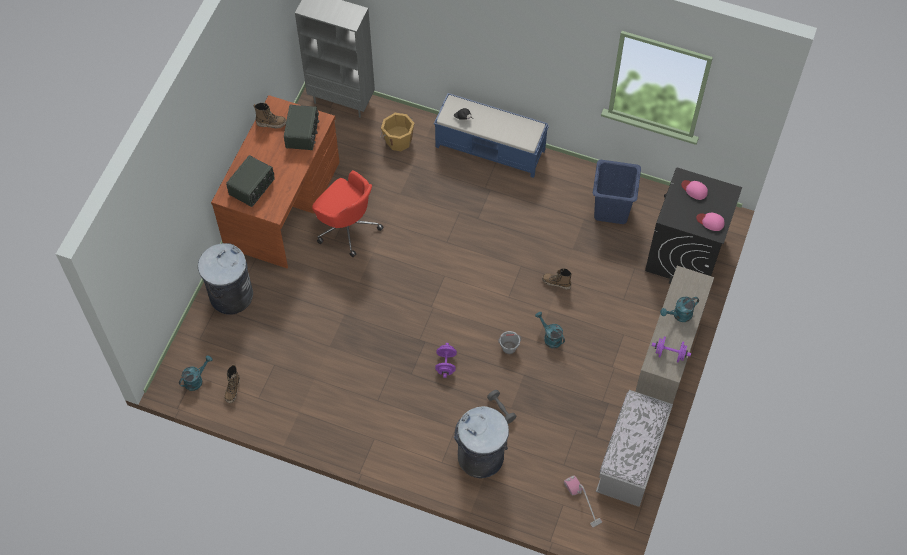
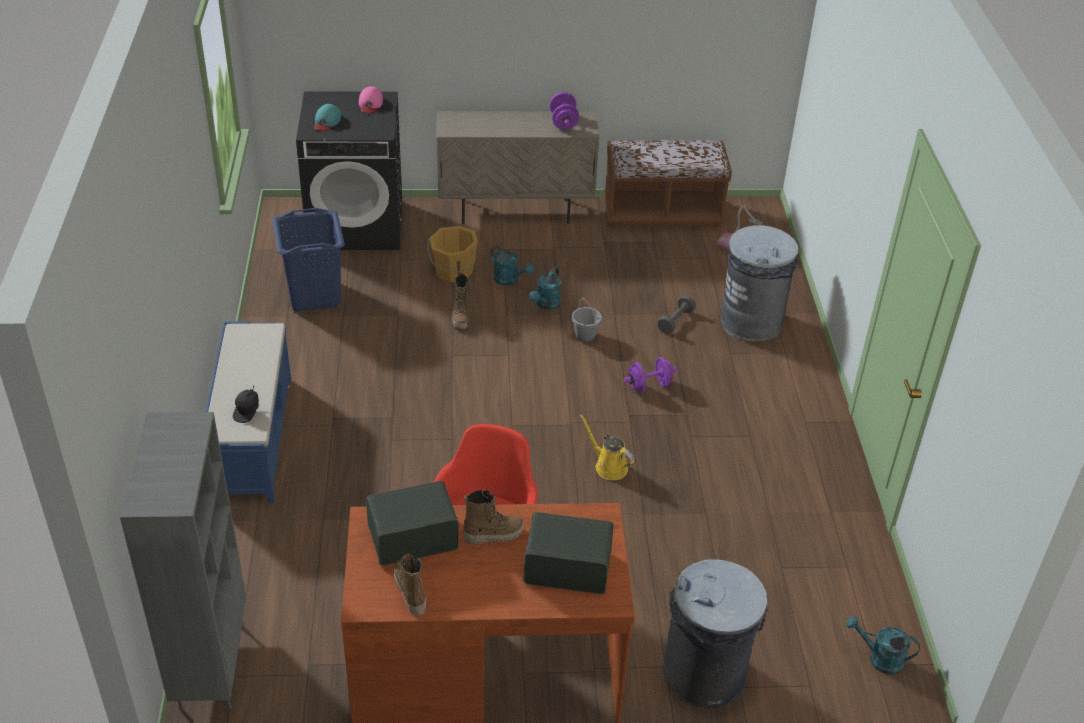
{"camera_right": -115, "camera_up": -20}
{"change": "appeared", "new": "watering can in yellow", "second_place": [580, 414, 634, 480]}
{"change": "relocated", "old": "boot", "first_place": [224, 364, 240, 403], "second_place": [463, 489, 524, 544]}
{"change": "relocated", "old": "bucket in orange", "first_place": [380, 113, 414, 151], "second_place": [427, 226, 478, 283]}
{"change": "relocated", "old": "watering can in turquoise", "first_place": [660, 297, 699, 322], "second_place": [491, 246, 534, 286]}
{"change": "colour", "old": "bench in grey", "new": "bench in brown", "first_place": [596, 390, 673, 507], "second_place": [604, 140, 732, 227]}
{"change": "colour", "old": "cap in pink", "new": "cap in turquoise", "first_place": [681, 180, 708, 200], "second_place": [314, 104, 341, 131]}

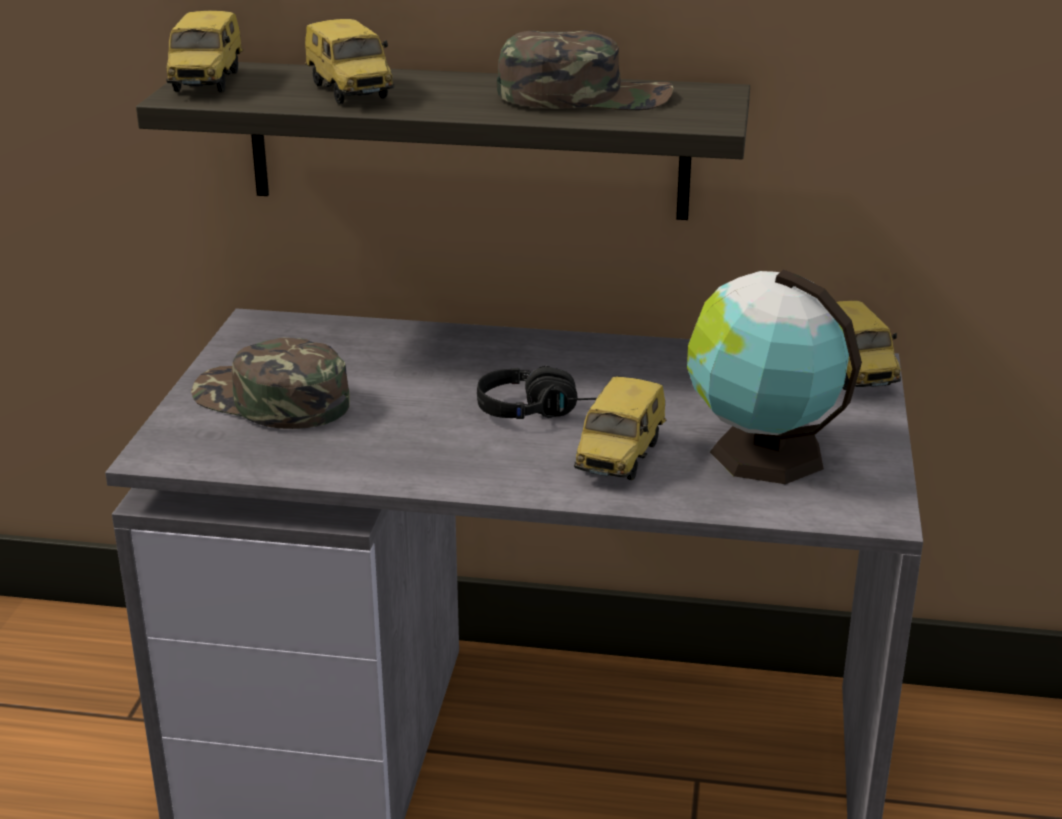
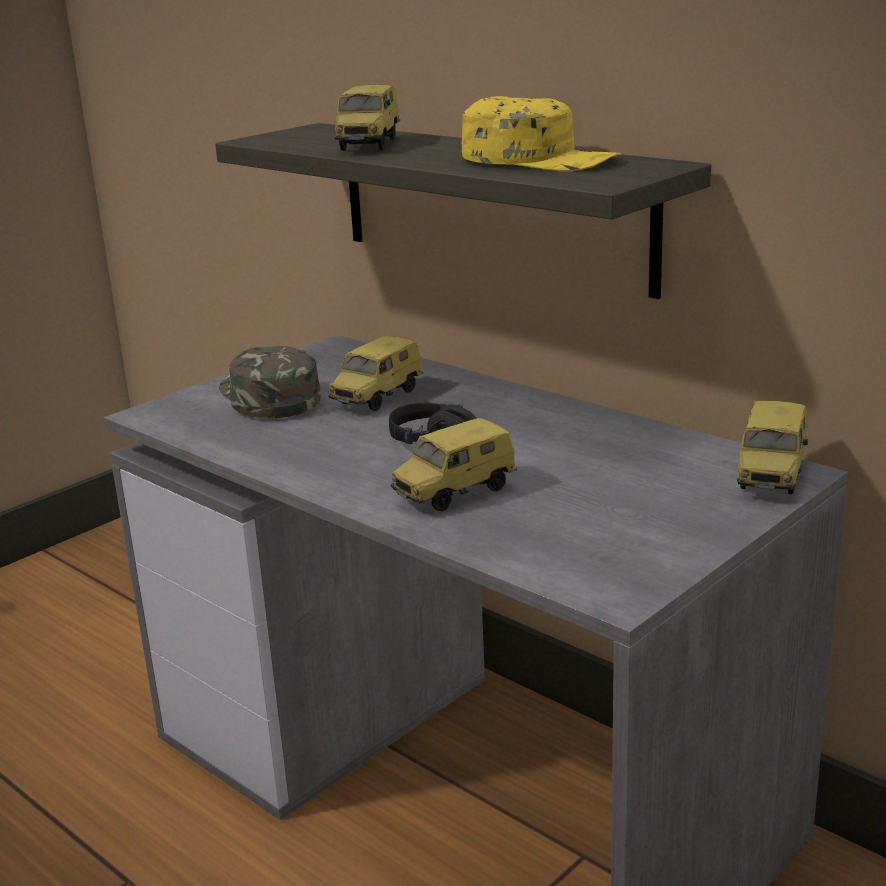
{"camera_right": 35, "camera_up": -5}
{"change": "missing", "old": "globe", "first_place": [687, 270, 862, 484]}
{"change": "relocated", "old": "toy car", "first_place": [166, 10, 243, 93], "second_place": [328, 336, 423, 411]}
{"change": "colour", "old": "cap in green", "new": "cap in yellow", "first_place": [497, 30, 674, 110], "second_place": [461, 96, 622, 171]}

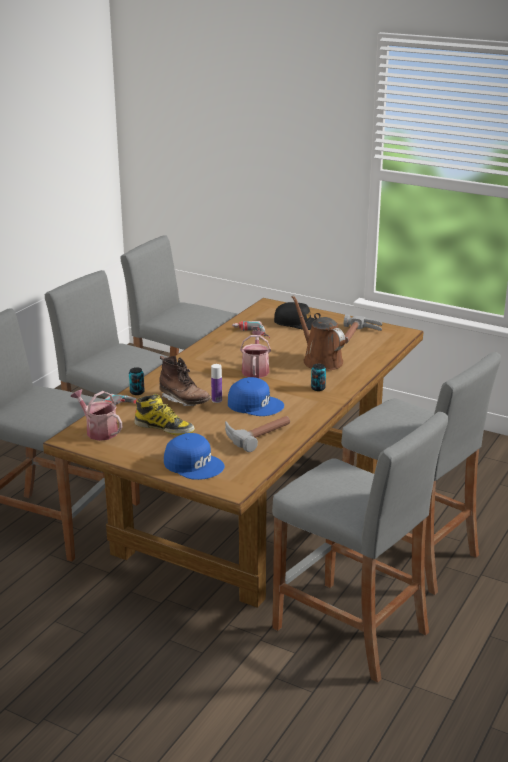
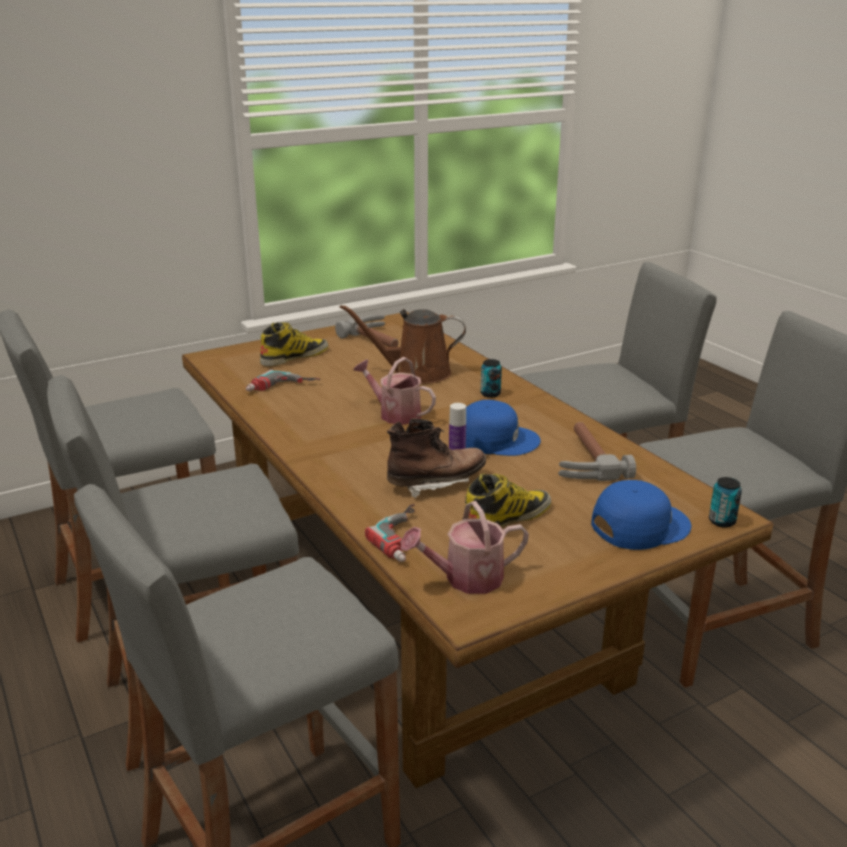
{"camera_right": -60, "camera_up": 0}
{"change": "relocated", "old": "can", "first_place": [129, 367, 145, 395], "second_place": [709, 477, 742, 527]}
{"change": "exchanged", "old": "cap in black", "new": "boot", "first_place": [274, 302, 316, 330], "second_place": [260, 322, 328, 366]}
{"change": "spun", "old": "cap in blue", "first_place": [228, 377, 284, 416], "second_place": [466, 400, 541, 456], "degrees": 45}

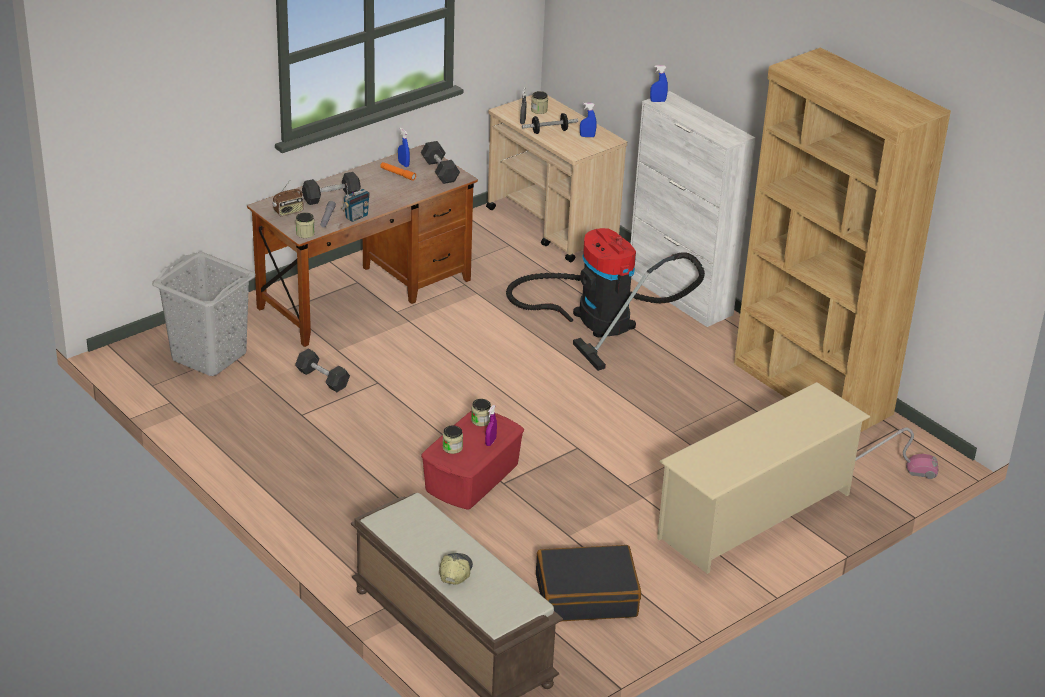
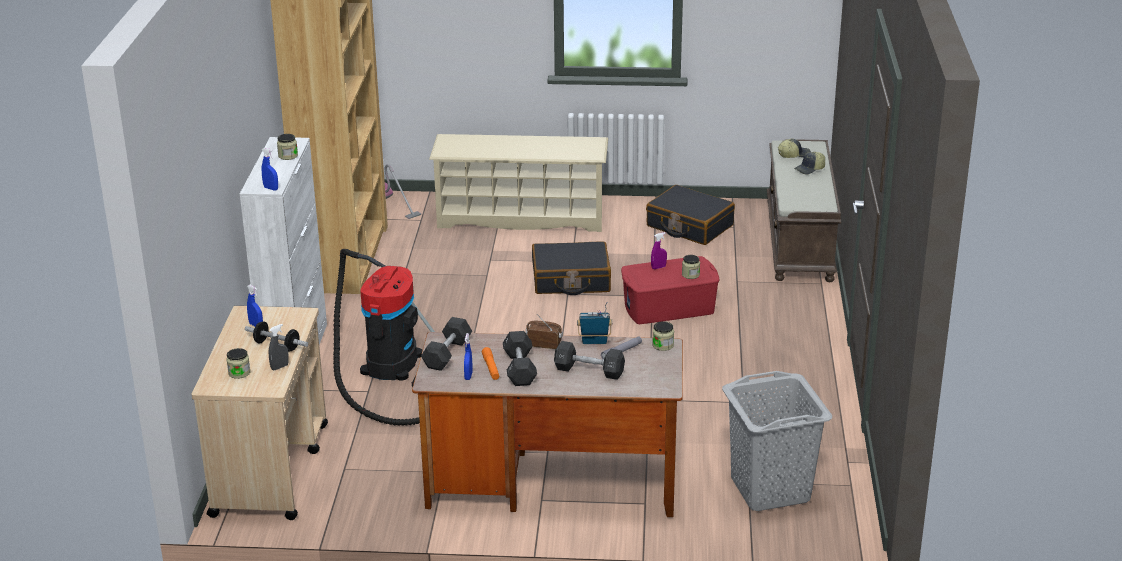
{"camera_right": -135, "camera_up": -5}
{"change": "appeared", "new": "suitcase in black", "second_place": [532, 241, 611, 295]}
{"change": "appeared", "new": "cap", "second_place": [778, 139, 811, 158]}
{"change": "relocated", "old": "radio", "first_place": [272, 181, 304, 216], "second_place": [526, 314, 563, 349]}
{"change": "relocated", "old": "dumbbell in black", "first_place": [295, 349, 350, 392], "second_place": [503, 331, 537, 386]}
{"change": "relocated", "old": "jar", "first_place": [471, 399, 491, 426], "second_place": [277, 134, 298, 160]}

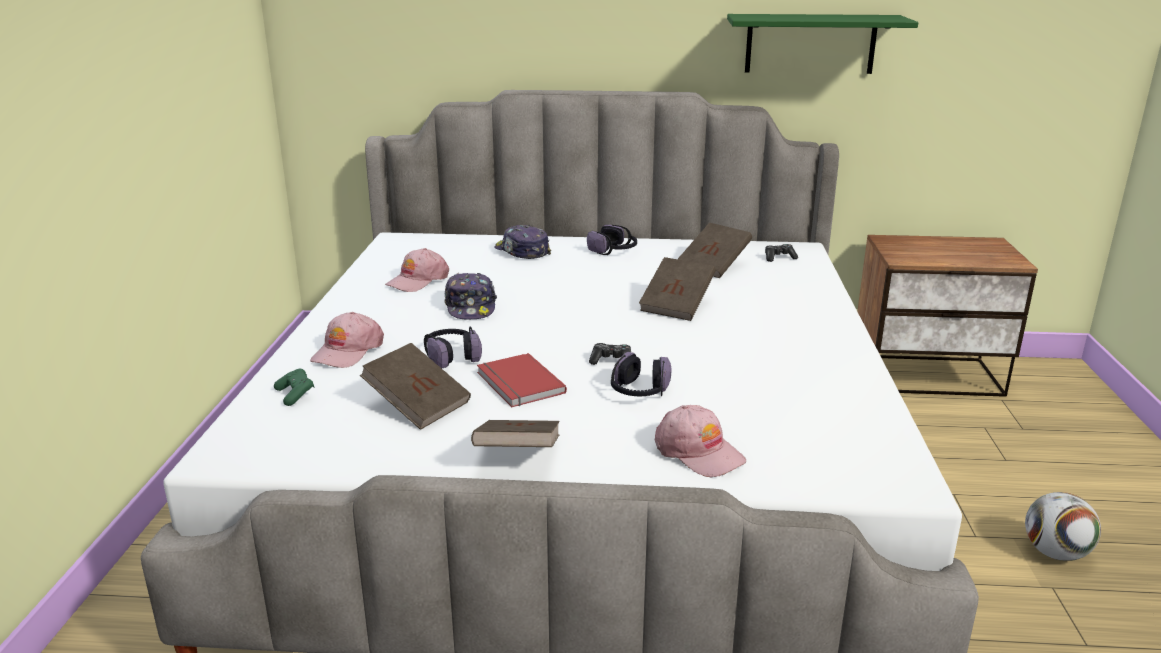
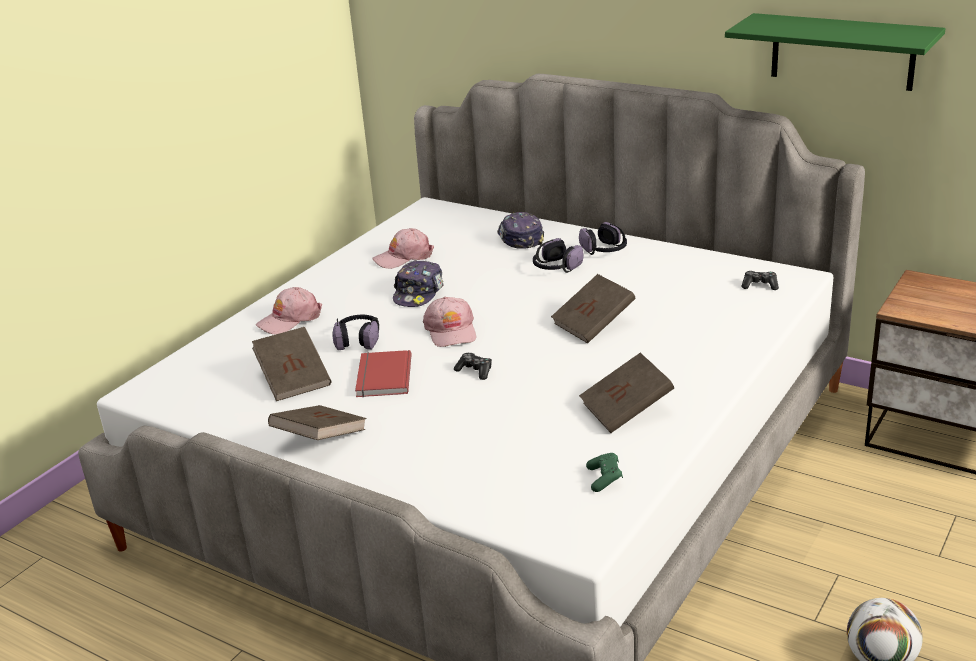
{"camera_right": 30, "camera_up": 5}
{"change": "relocated", "old": "game controller in green", "first_place": [274, 369, 315, 406], "second_place": [586, 453, 623, 492]}
{"change": "relocated", "old": "headphones", "first_place": [611, 352, 672, 396], "second_place": [533, 238, 583, 273]}
{"change": "relocated", "old": "cap in pink", "first_place": [655, 405, 746, 478], "second_place": [423, 297, 476, 347]}
{"change": "relocated", "old": "book in brown", "first_place": [678, 222, 752, 278], "second_place": [579, 353, 674, 433]}

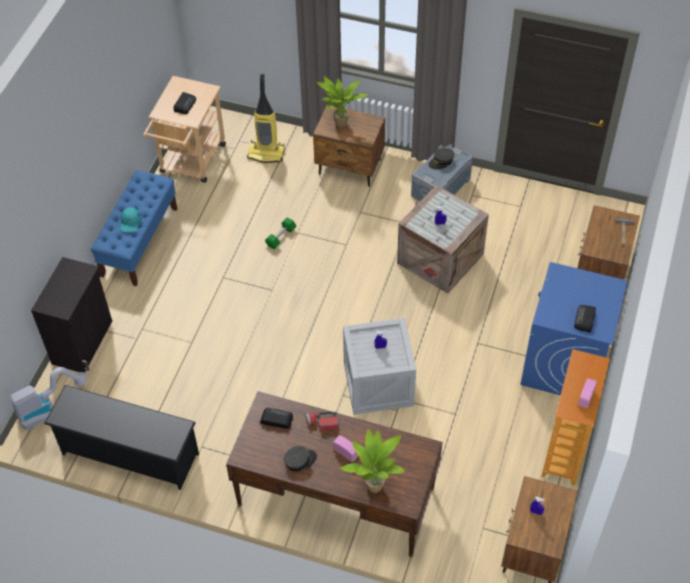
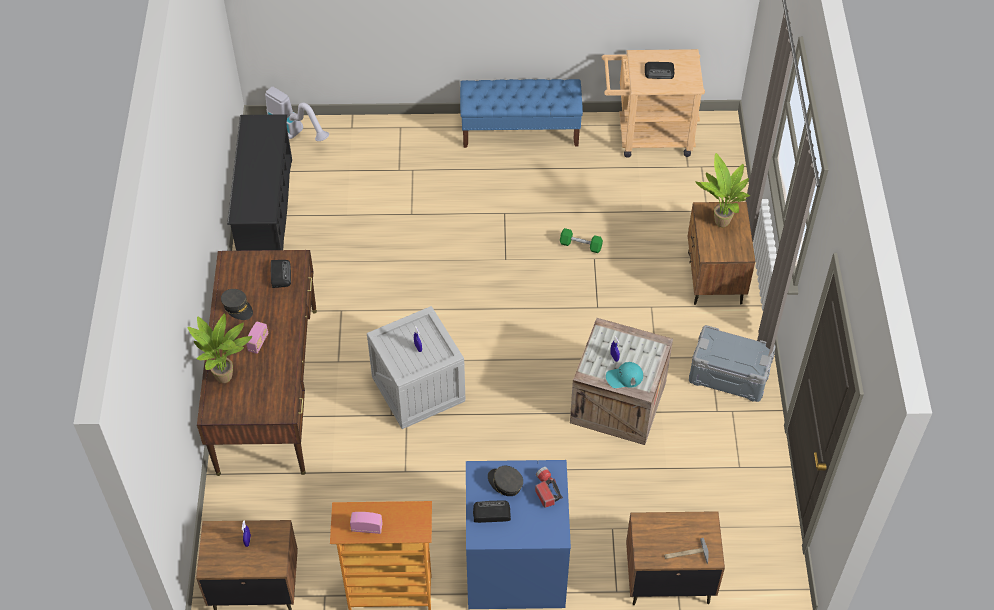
{"camera_right": 70, "camera_up": 0}
{"change": "missing", "old": "cabinet in black", "first_place": [31, 257, 112, 373]}
{"change": "missing", "old": "vacuum cleaner", "first_place": [247, 74, 285, 163]}
{"change": "relocated", "old": "cap in turquoise", "first_place": [120, 207, 142, 232], "second_place": [606, 362, 643, 388]}
{"change": "relocated", "old": "flashlight", "first_place": [306, 412, 338, 431], "second_place": [535, 467, 563, 508]}
{"change": "relocated", "old": "cap in grey", "first_place": [428, 148, 454, 169], "second_place": [488, 466, 523, 496]}

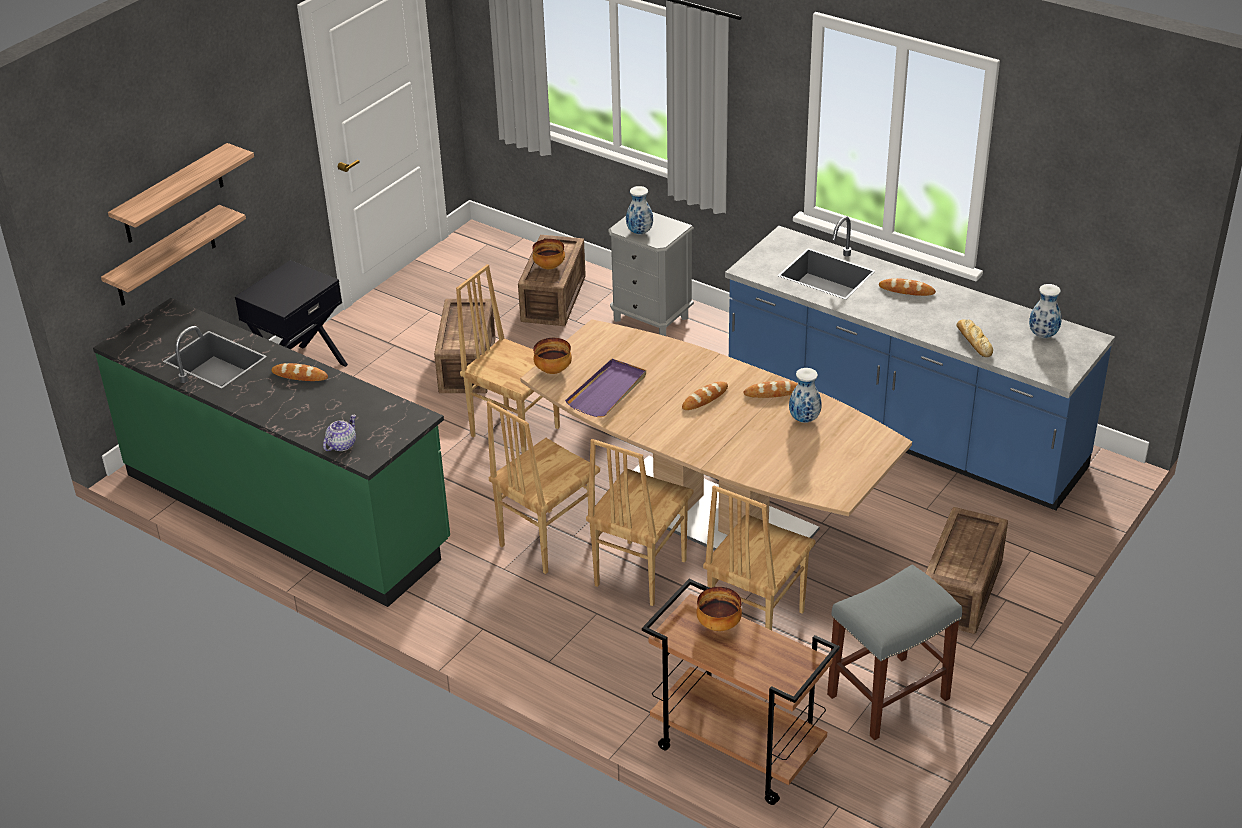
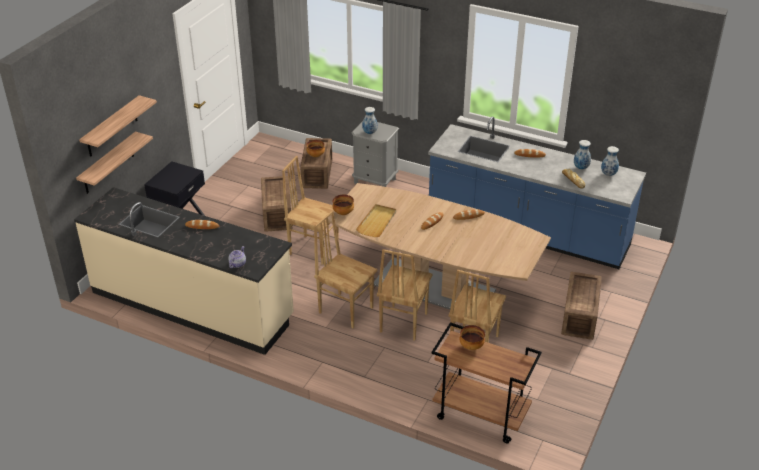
{"camera_right": -10, "camera_up": 0}
{"change": "missing", "old": "stool in grey", "first_place": [827, 564, 962, 740]}
{"change": "relocated", "old": "vase", "first_place": [789, 368, 821, 423], "second_place": [574, 140, 591, 170]}
{"change": "colour", "old": "counter in green", "new": "counter in beige", "first_place": [93, 298, 450, 607], "second_place": [74, 187, 294, 355]}
{"change": "colour", "old": "tray in purple", "new": "tray in beige", "first_place": [565, 359, 646, 417], "second_place": [356, 204, 396, 237]}
{"change": "spun", "old": "chair in brown", "first_place": [487, 401, 600, 574], "second_place": [314, 210, 377, 328], "degrees": 90}

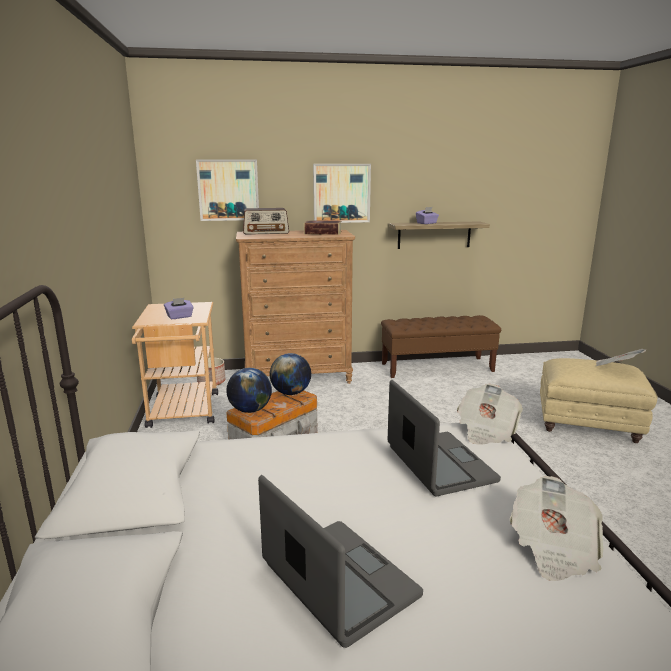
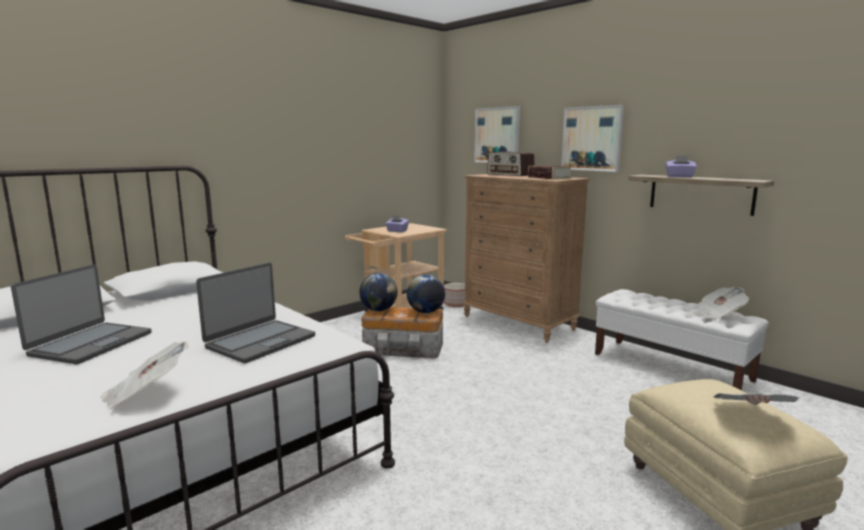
{"camera_right": 55, "camera_up": -5}
{"change": "relocated", "old": "newspaper", "first_place": [457, 384, 523, 445], "second_place": [692, 287, 749, 319]}
{"change": "colour", "old": "bench in brown", "new": "bench in white", "first_place": [381, 315, 501, 378], "second_place": [595, 289, 769, 390]}

